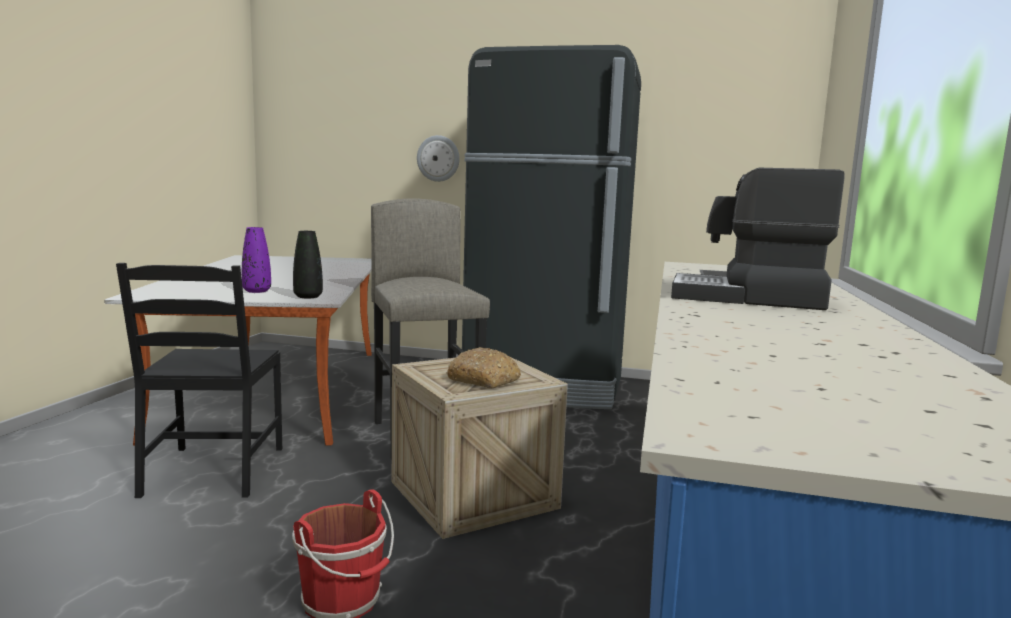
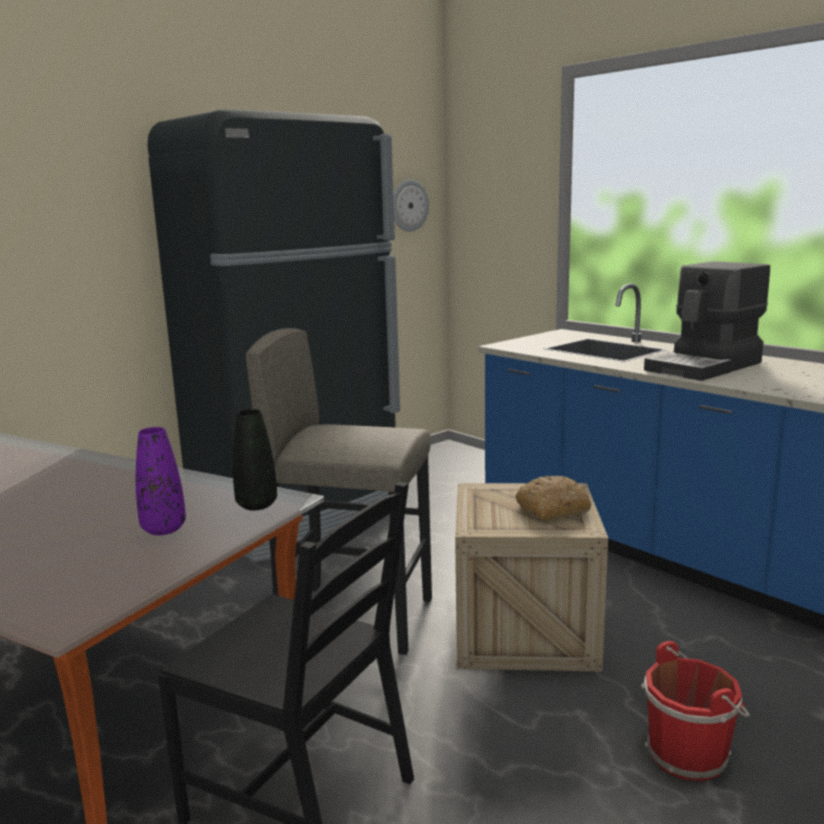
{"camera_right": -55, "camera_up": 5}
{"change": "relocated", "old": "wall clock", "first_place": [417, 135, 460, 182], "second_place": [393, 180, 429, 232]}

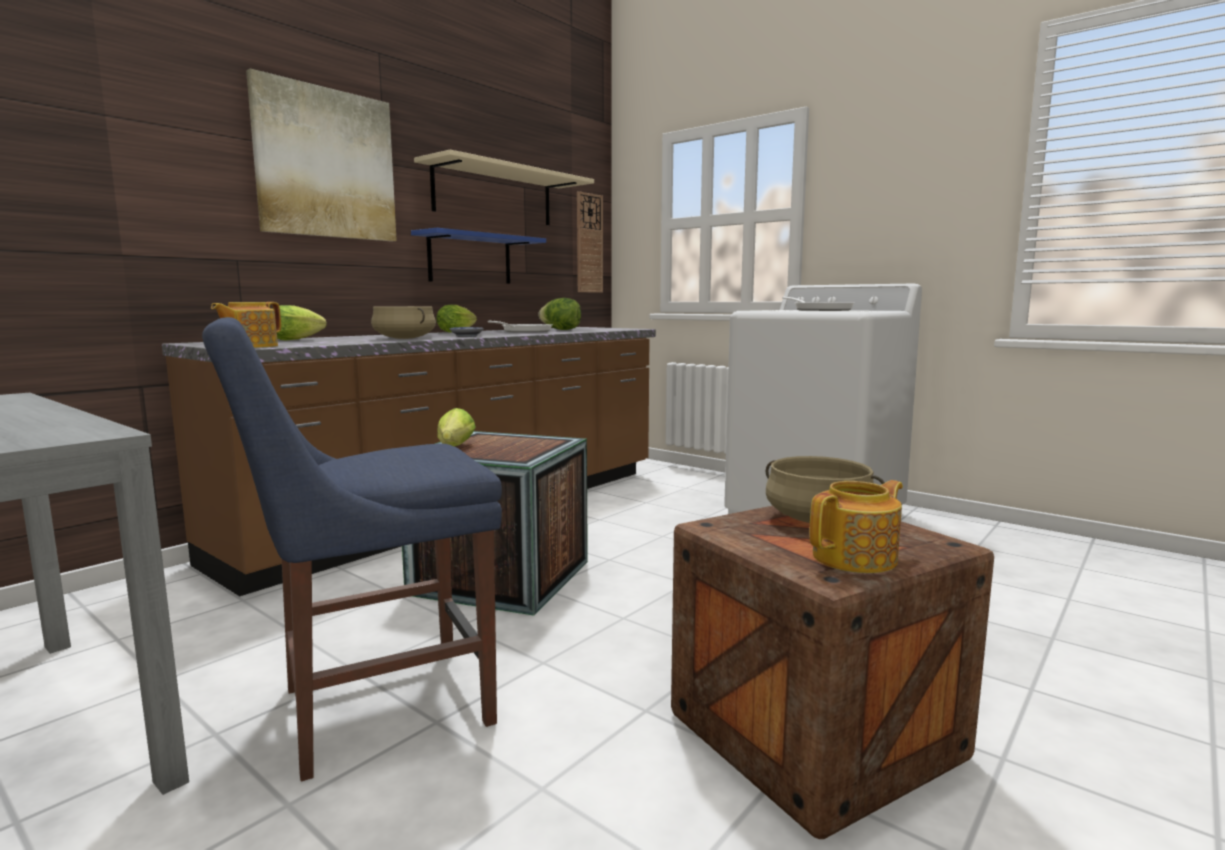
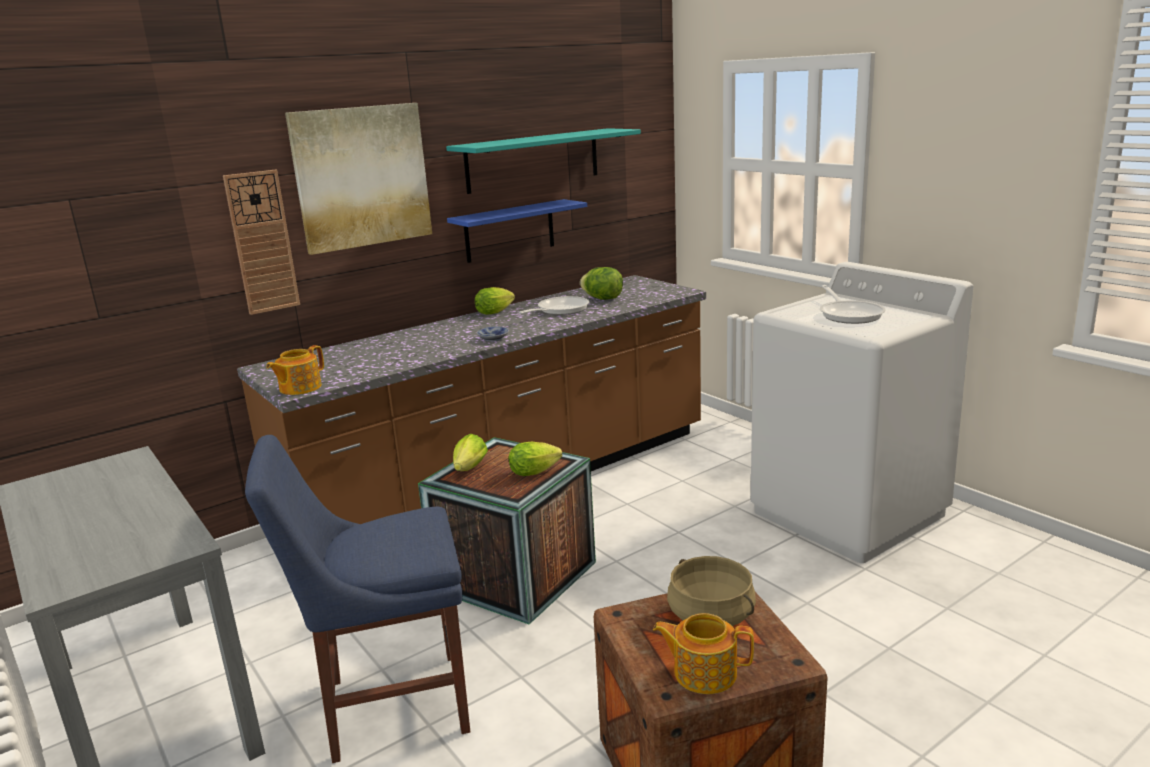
{"camera_right": 15, "camera_up": 10}
{"change": "missing", "old": "cooking pot in beige", "first_place": [371, 306, 436, 339]}
{"change": "relocated", "old": "lettuce", "first_place": [272, 305, 327, 341], "second_place": [509, 442, 562, 476]}
{"change": "relocated", "old": "wall clock", "first_place": [577, 191, 603, 293], "second_place": [223, 170, 300, 315]}
{"change": "colour", "old": "shelf in beige", "new": "shelf in turquoise", "first_place": [414, 150, 594, 225], "second_place": [446, 128, 641, 194]}
{"change": "spun", "old": "teapot", "first_place": [810, 480, 903, 573], "second_place": [653, 613, 754, 694], "degrees": -150}

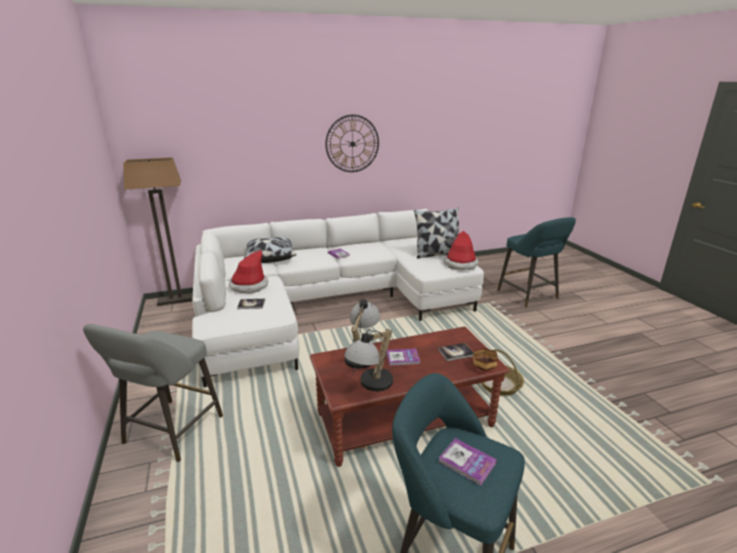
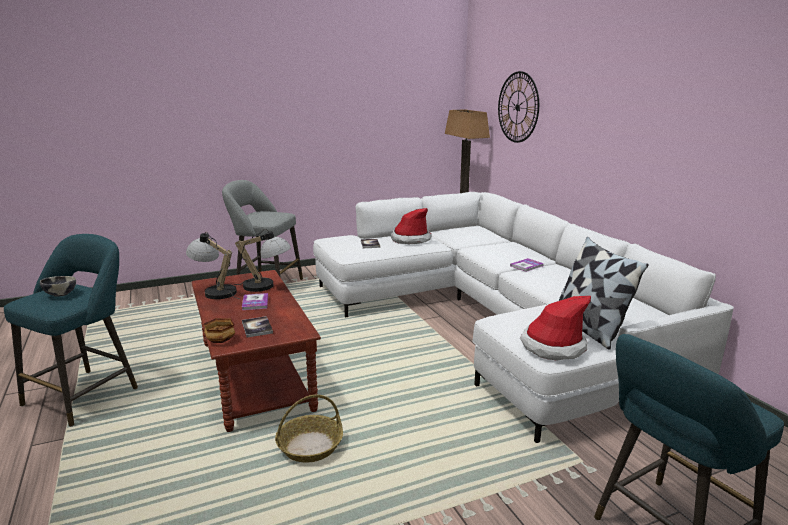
{"camera_right": 85, "camera_up": -5}
{"change": "missing", "old": "pillow", "first_place": [244, 237, 296, 263]}
{"change": "relocated", "old": "wall clock", "first_place": [325, 115, 379, 172], "second_place": [498, 71, 539, 143]}
{"change": "exchanged", "old": "book", "new": "bowl", "first_place": [438, 438, 497, 486], "second_place": [40, 276, 76, 297]}

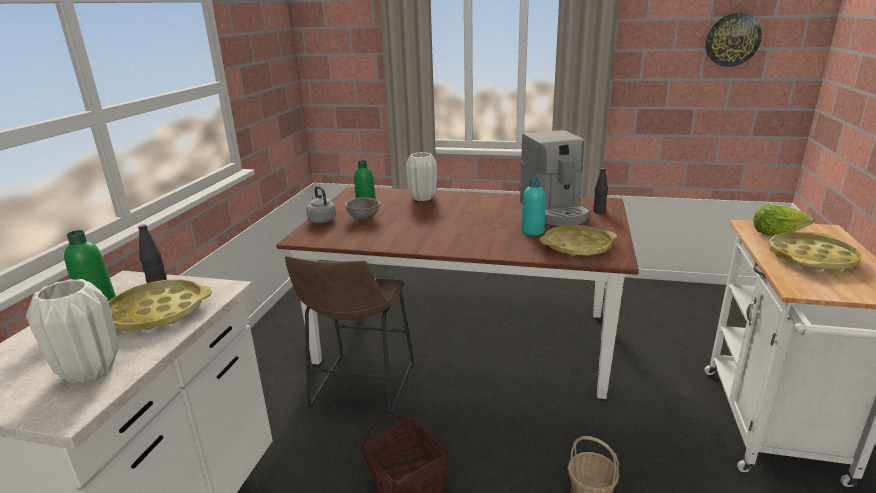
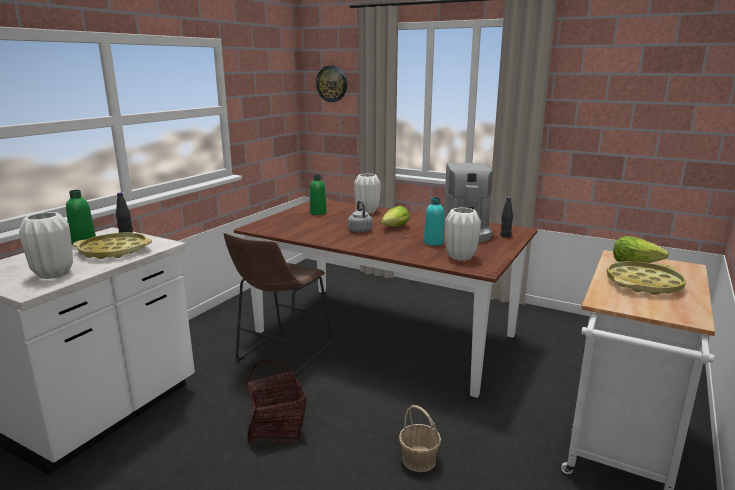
{"camera_right": 15, "camera_up": -5}
{"change": "missing", "old": "bowl in grey", "first_place": [344, 197, 381, 220]}
{"change": "appeared", "new": "lettuce", "second_place": [381, 206, 410, 226]}
{"change": "relocated", "old": "kettle in grey", "first_place": [306, 186, 336, 223], "second_place": [348, 201, 372, 233]}
{"change": "relocated", "old": "wall clock", "first_place": [705, 13, 762, 67], "second_place": [316, 65, 347, 102]}
{"change": "exchanged", "old": "tray in yellow", "new": "vase in white", "first_place": [540, 225, 617, 256], "second_place": [445, 207, 481, 261]}

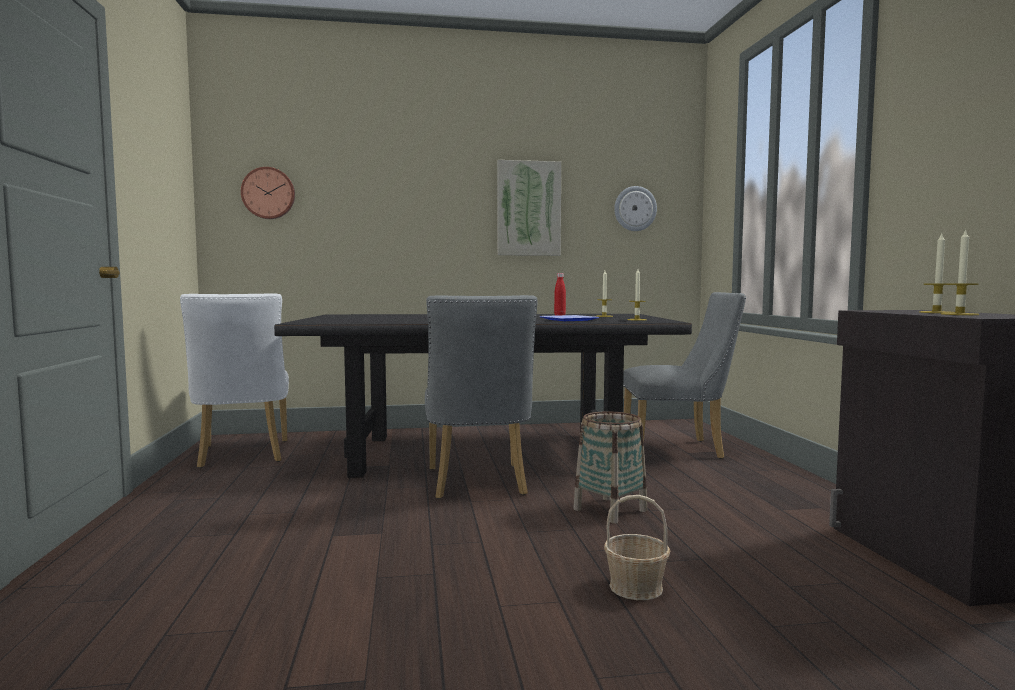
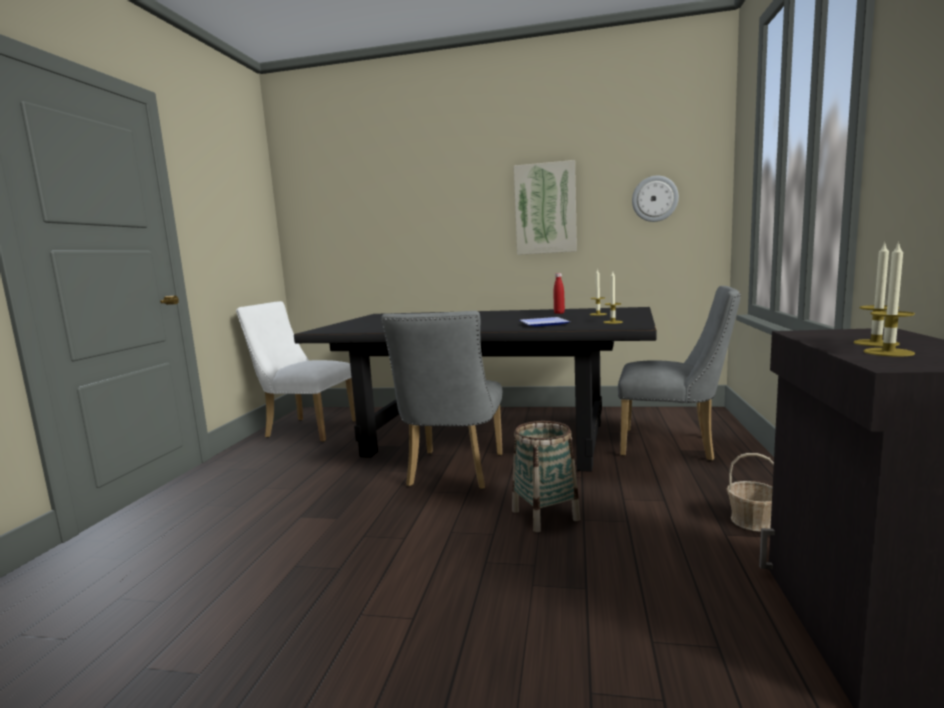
{"camera_right": 20, "camera_up": 5}
{"change": "missing", "old": "wall clock", "first_place": [241, 167, 295, 219]}
{"change": "relocated", "old": "basket", "first_place": [604, 495, 670, 600], "second_place": [727, 453, 774, 532]}
{"change": "spun", "old": "chair in white", "first_place": [180, 293, 289, 468], "second_place": [236, 301, 356, 442], "degrees": 105}

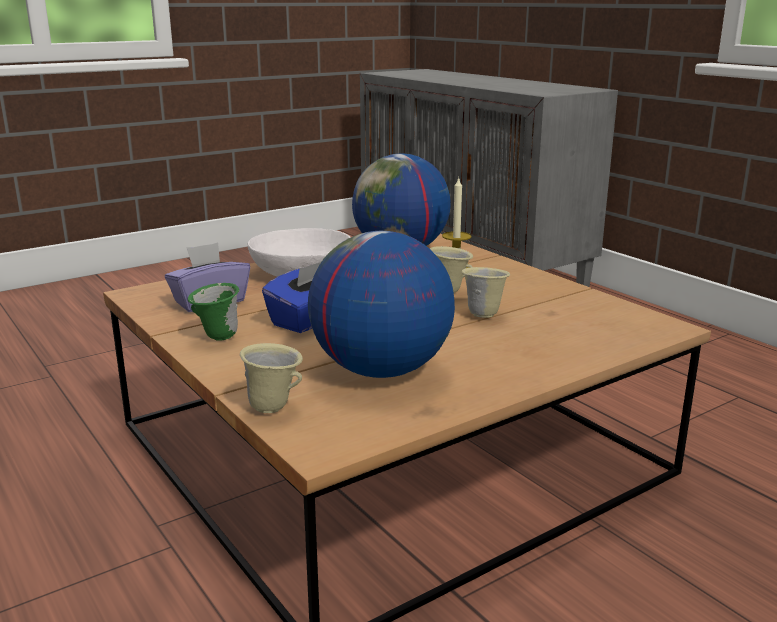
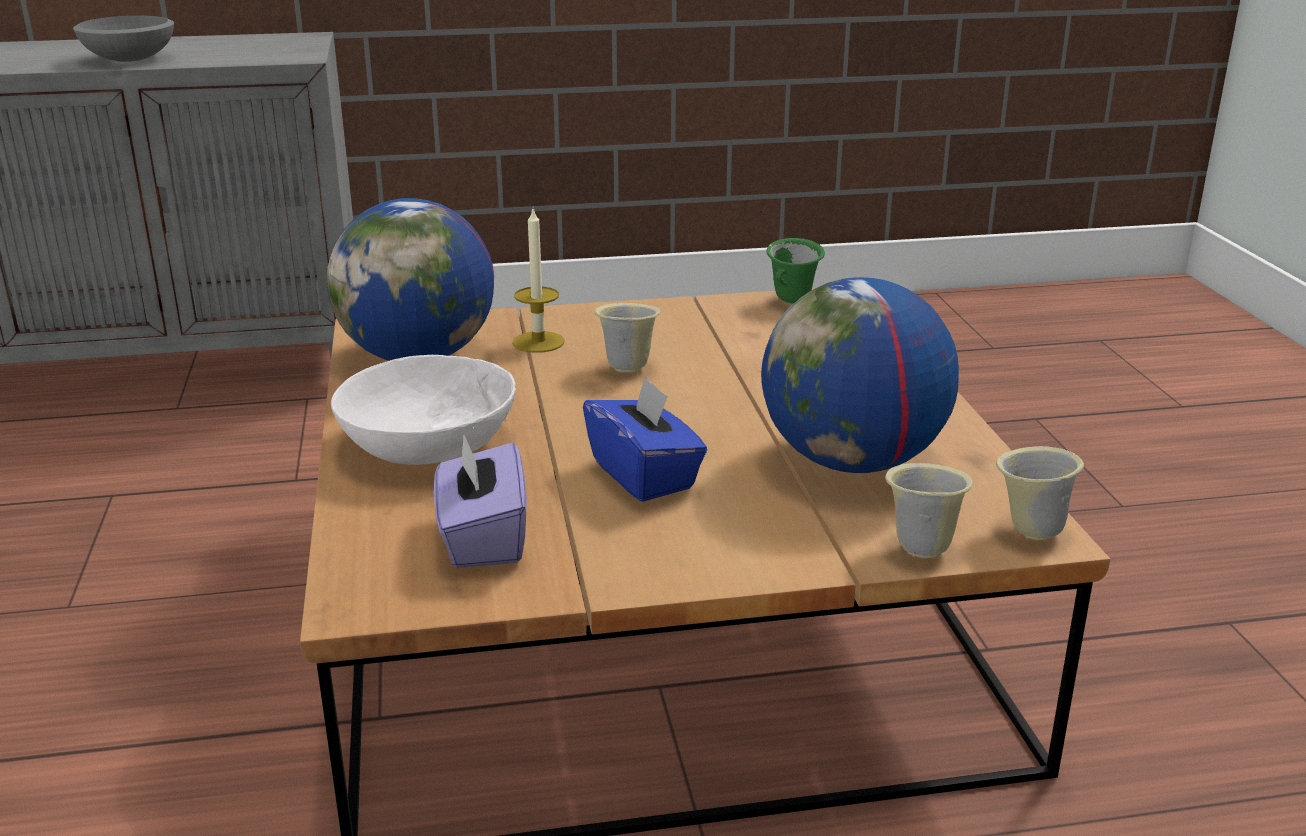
{"camera_right": -65, "camera_up": 5}
{"change": "appeared", "new": "bowl in grey", "second_place": [73, 16, 174, 62]}
{"change": "relocated", "old": "mug in green", "first_place": [188, 283, 239, 341], "second_place": [766, 238, 825, 303]}
{"change": "relocated", "old": "mug in beige", "first_place": [461, 267, 510, 318], "second_place": [996, 446, 1084, 540]}

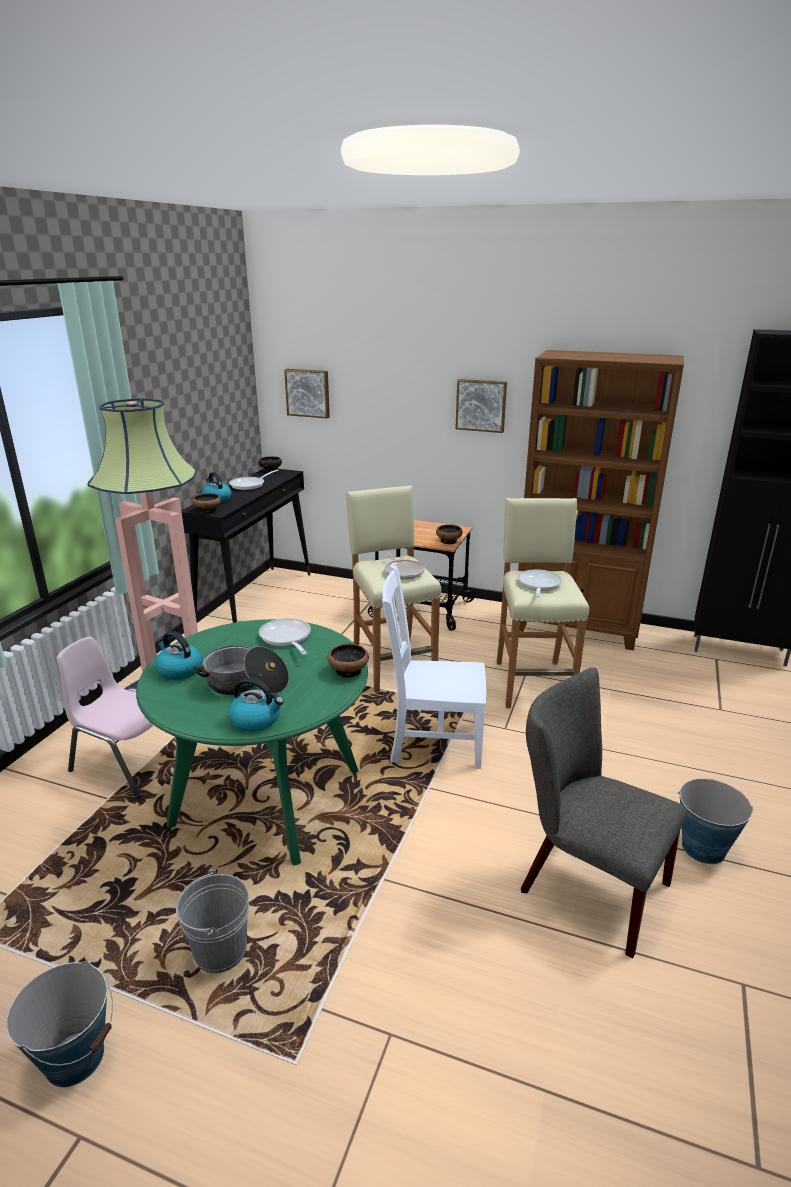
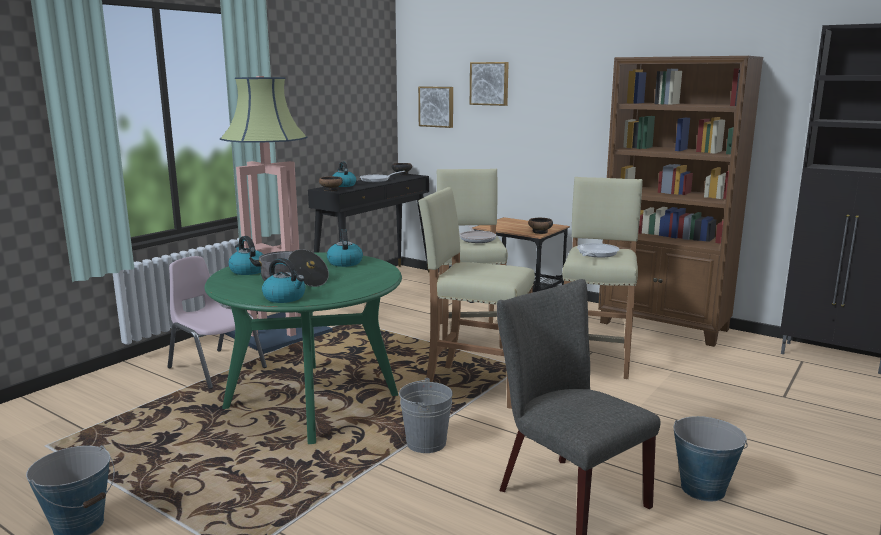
{"camera_right": 15, "camera_up": -10}
{"change": "missing", "old": "bowl", "first_place": [327, 644, 369, 678]}
{"change": "relocated", "old": "bucket in grey", "first_place": [176, 870, 249, 973], "second_place": [399, 378, 453, 453]}
{"change": "relocated", "old": "picture", "first_place": [455, 379, 507, 433], "second_place": [470, 62, 509, 106]}
{"change": "exchanged", "old": "frying pan", "new": "kettle", "first_place": [259, 618, 311, 655], "second_place": [327, 229, 363, 267]}
{"change": "exchanged", "old": "chair in white", "new": "stool in beige", "first_place": [382, 565, 486, 769], "second_place": [418, 187, 535, 409]}

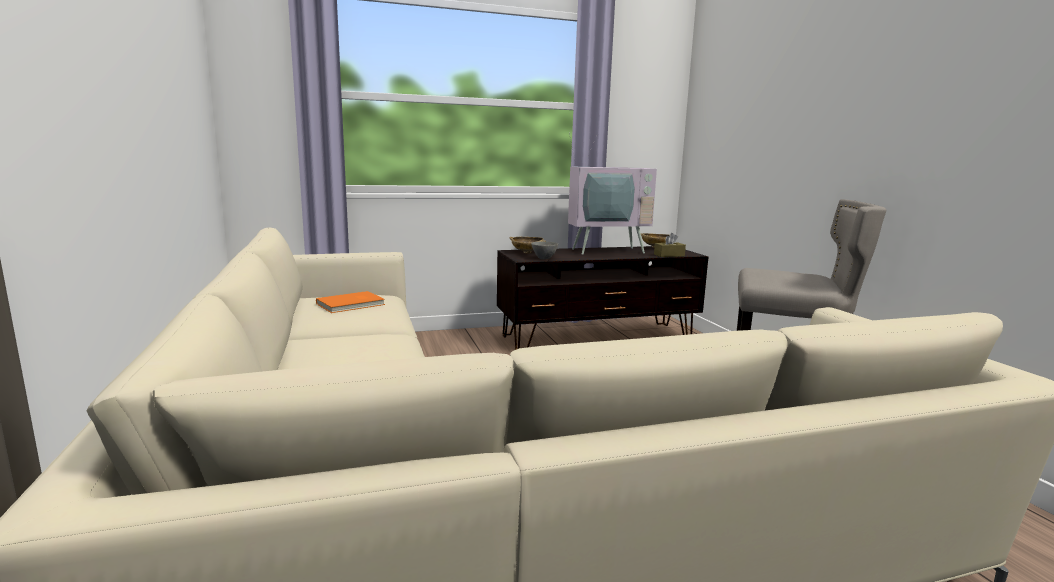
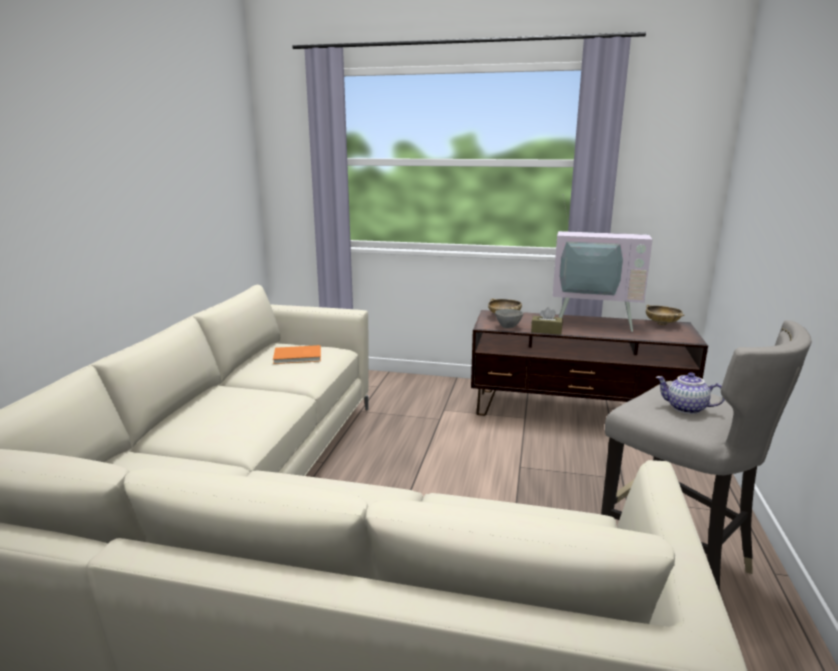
{"camera_right": 30, "camera_up": 5}
{"change": "appeared", "new": "teapot", "second_place": [656, 373, 725, 414]}
{"change": "relocated", "old": "tissue box in brown", "first_place": [654, 233, 686, 257], "second_place": [531, 307, 563, 335]}

